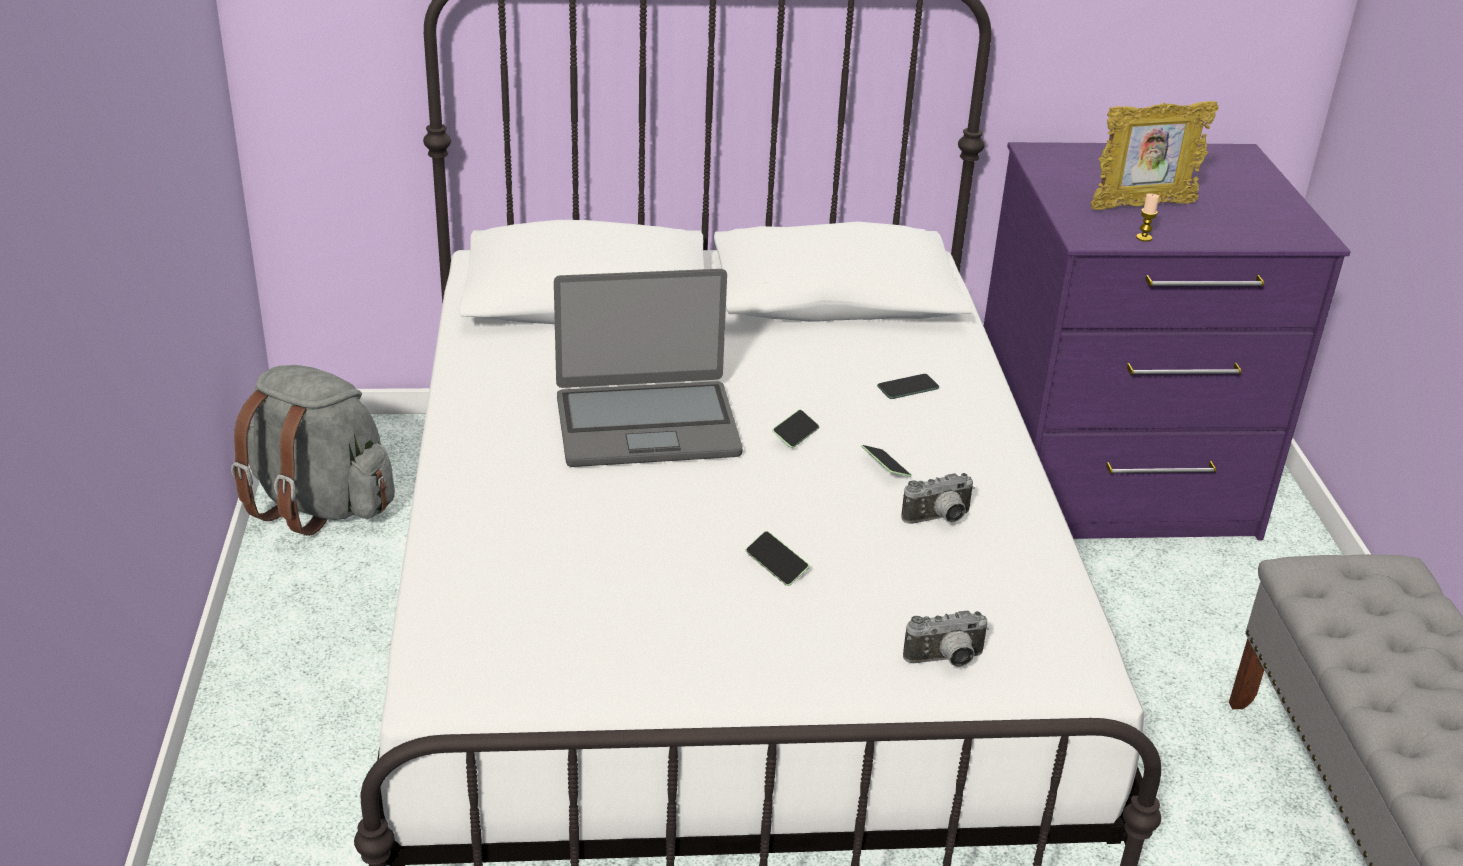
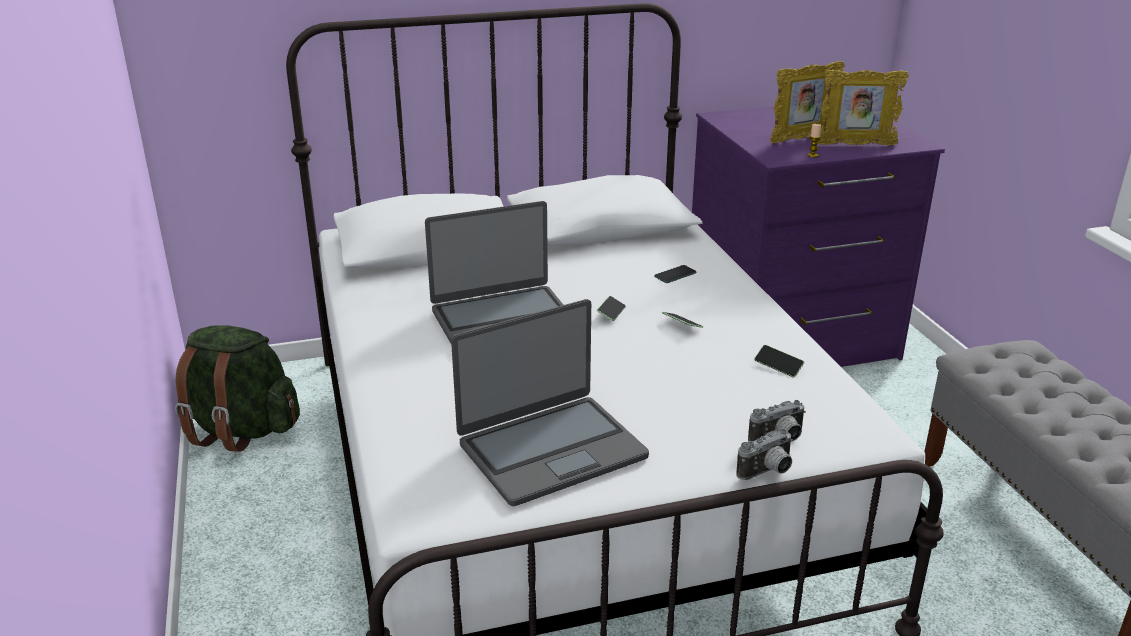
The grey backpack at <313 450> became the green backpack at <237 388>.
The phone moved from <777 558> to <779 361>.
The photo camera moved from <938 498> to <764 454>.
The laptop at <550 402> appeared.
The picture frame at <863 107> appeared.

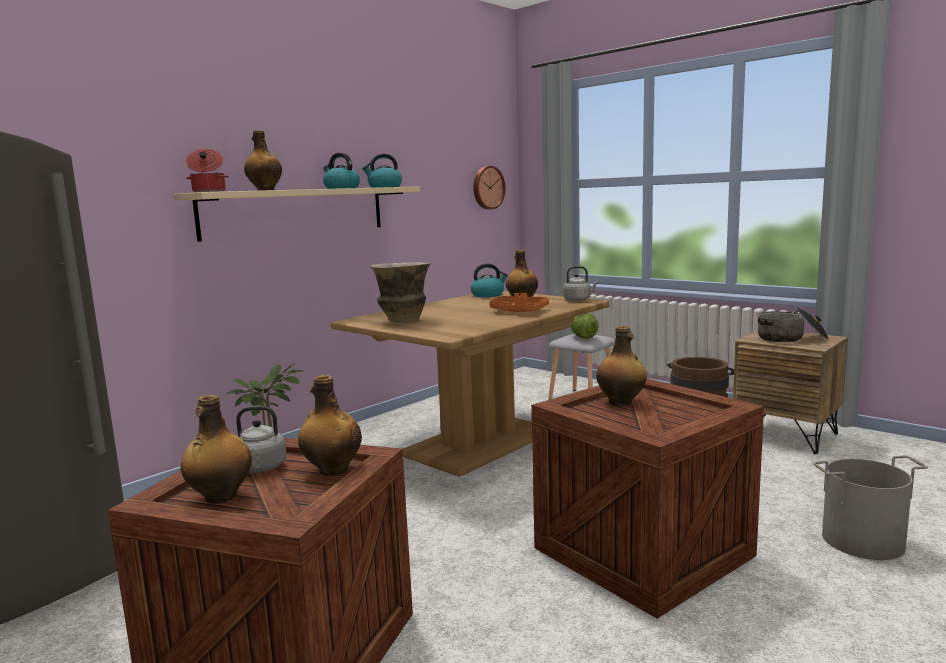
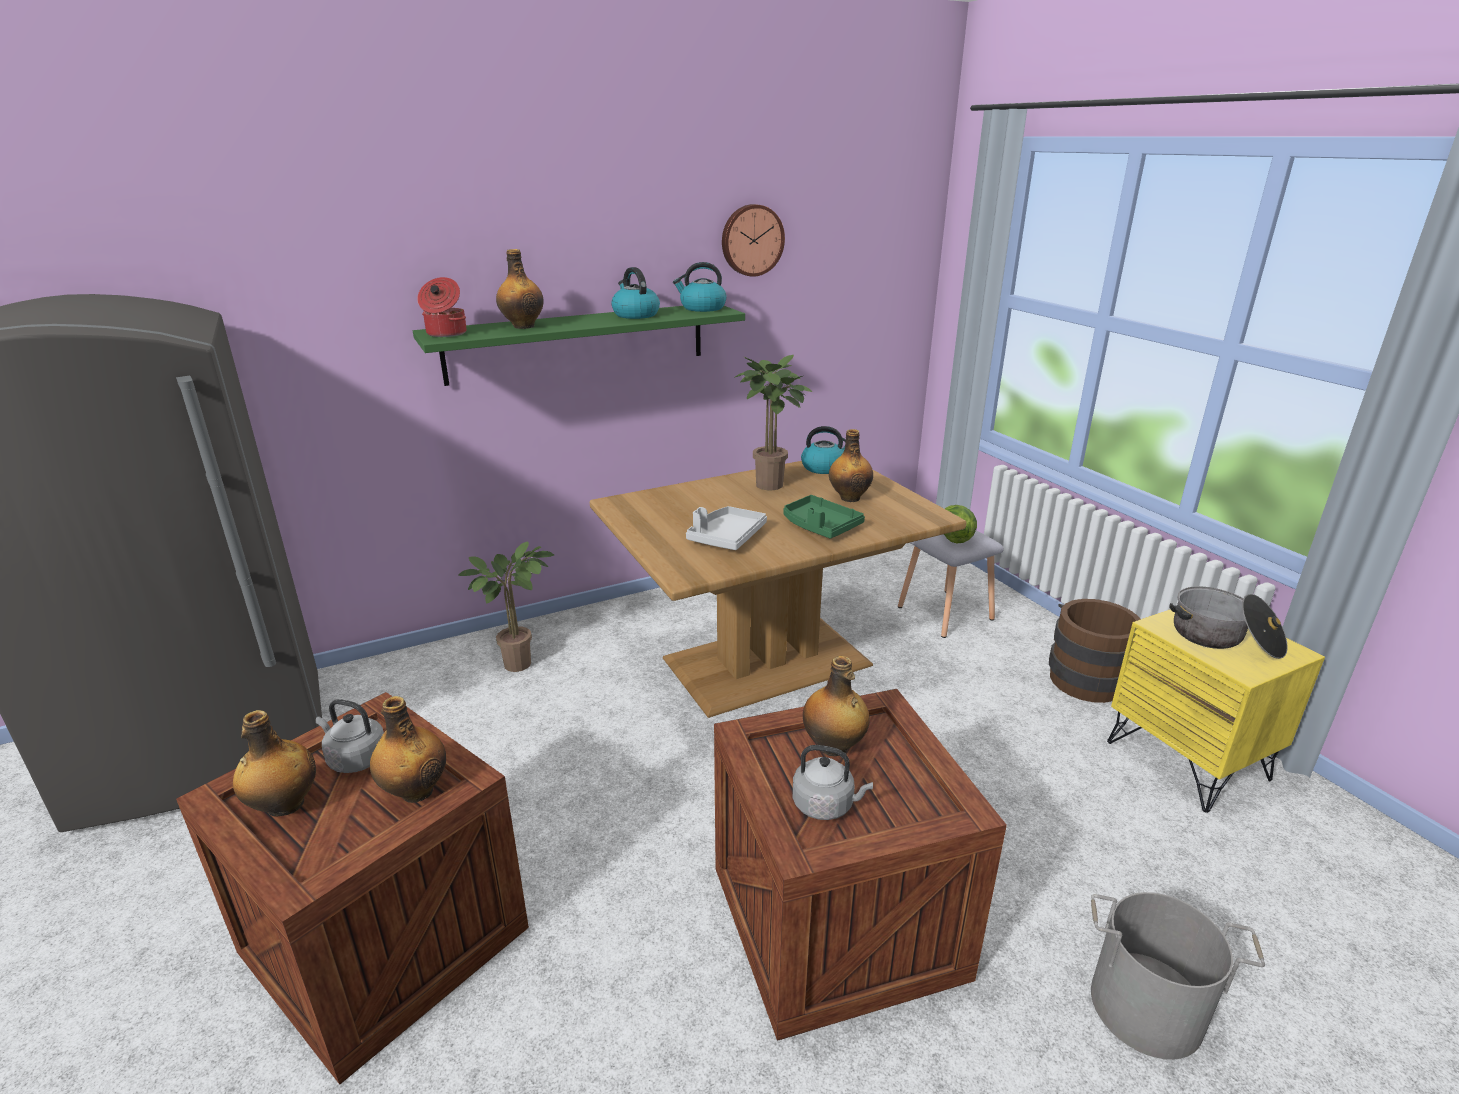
The beige shelf at <297 214> became the green shelf at <579 346>.
The vase at <400 292> disappeared.
The wall clock moved from <489 188> to <753 240>.
The orange tray at <519 302> became the green tray at <824 517>.
The grey kettle moved from <581 283> to <832 782>.
The brown nightstand at <790 392> became the yellow nightstand at <1216 711>.
The grey tray at <726 528> appeared.
The potted plant at <773 422> appeared.

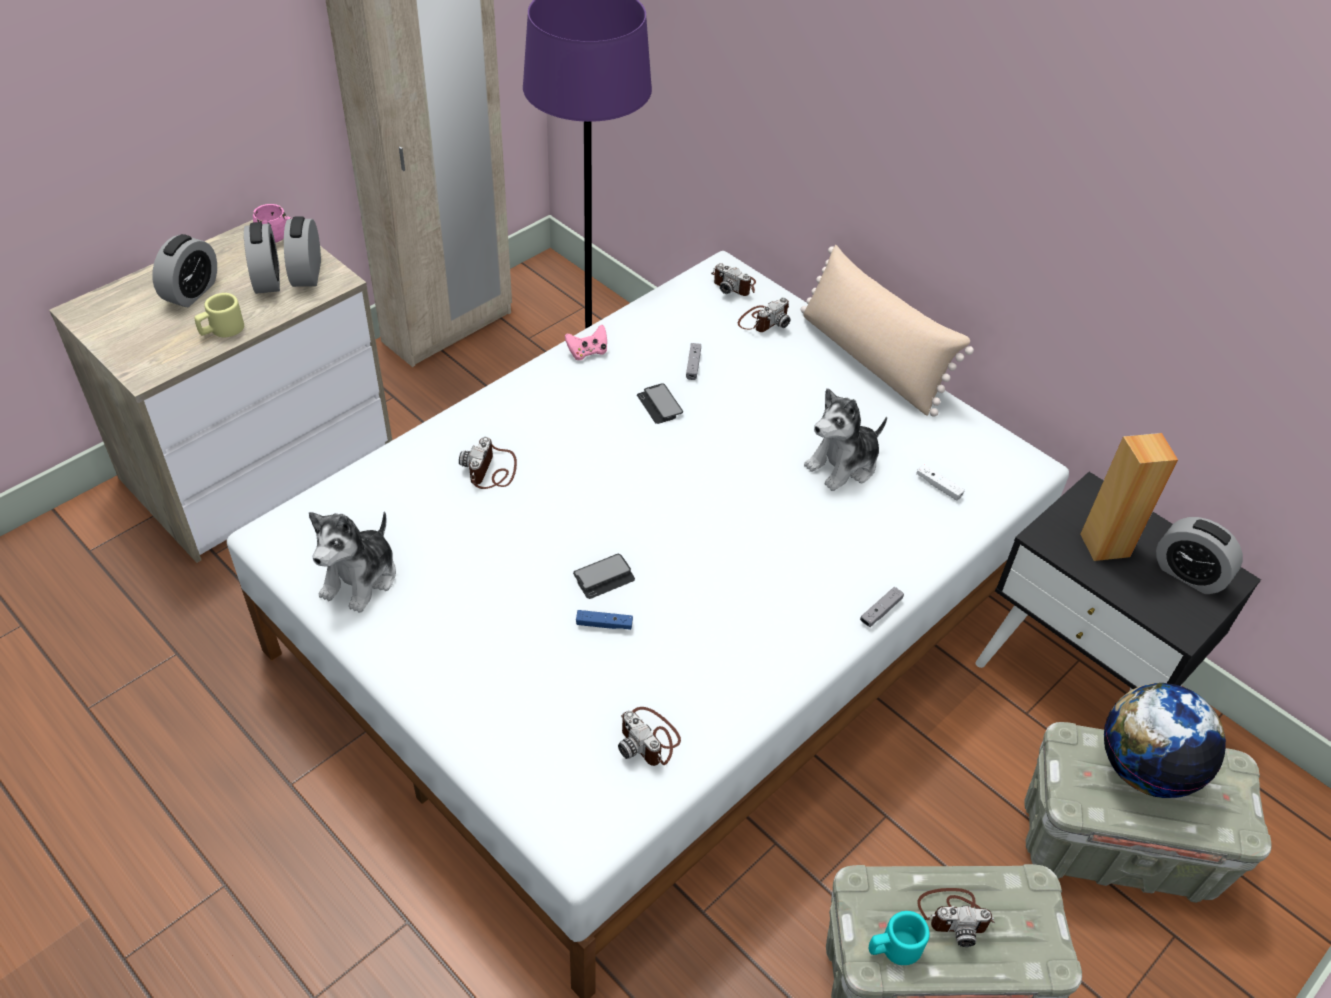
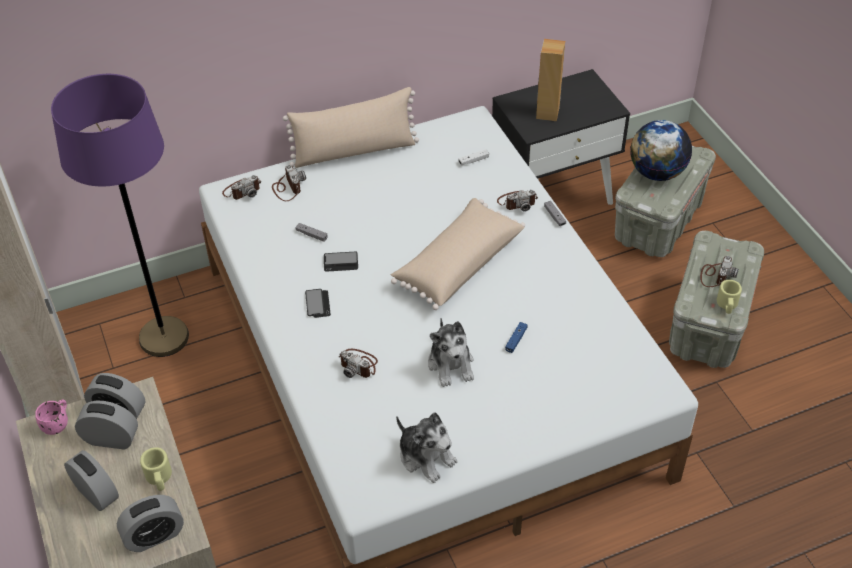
The pink game controller at <586 342> disappeared.
The phone moved from <604 576> to <318 303>.
The photo camera moved from <649 736> to <517 201>.
The plush toy moved from <845 439> to <451 352>.
The turquoise mug at <899 938> became the beige mug at <729 297>.
The alarm clock moved from <1199 555> to <150 523>.
The beige pillow at <458 254> appeared.

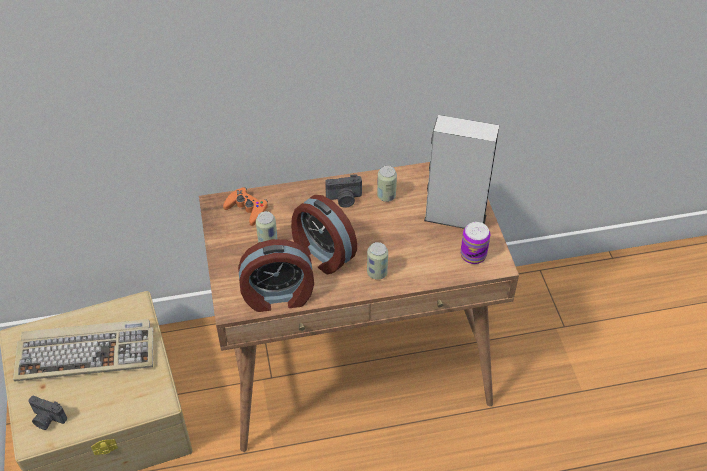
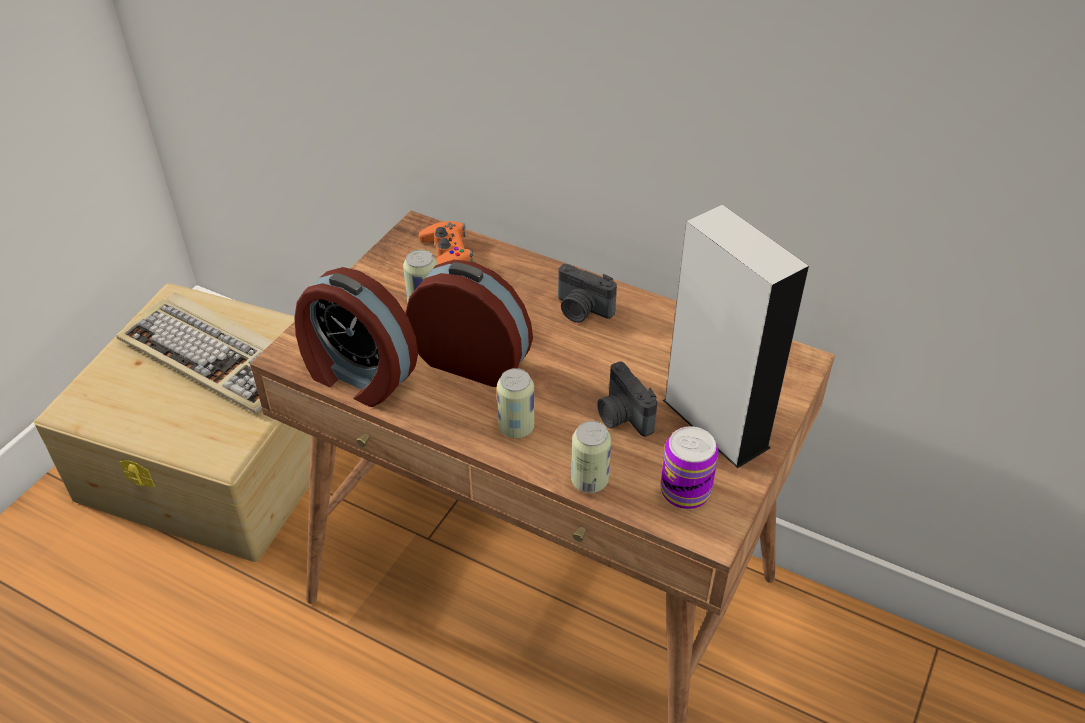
The photo camera moved from <47 413> to <627 399>.
The alarm clock at <324 234> turned 120 degrees clockwise.
The can moved from <387 184> to <591 457>.

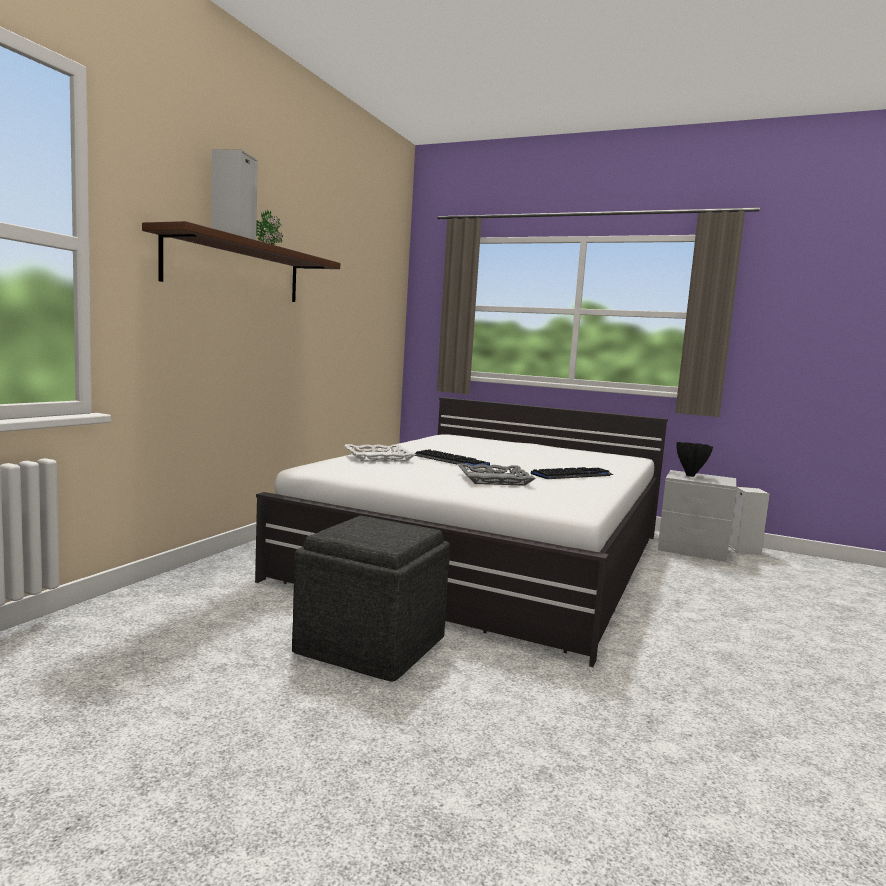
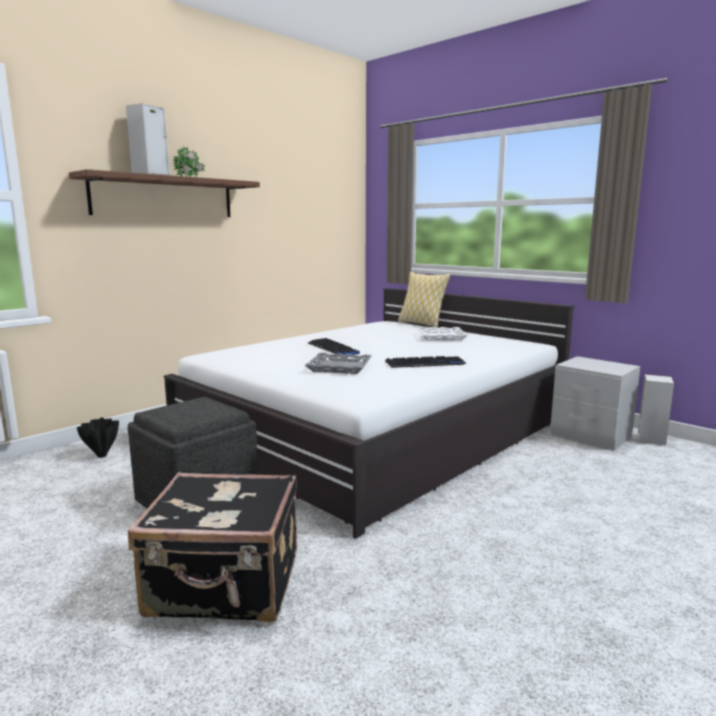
The white tray moved from <380 453> to <442 334>.
The black vase moved from <695 459> to <98 437>.
The black suitcase at <212 547> appeared.
The pillow at <424 299> appeared.

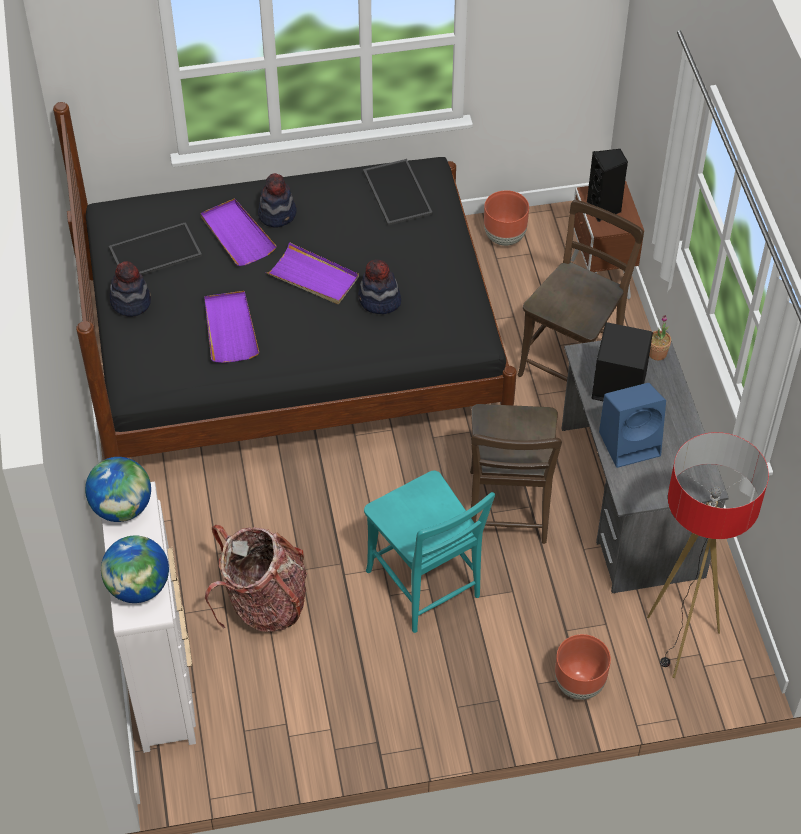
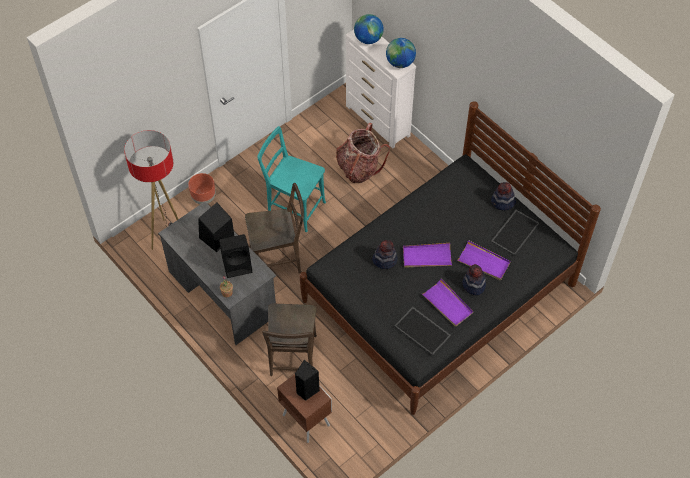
The purple tray moved from <231 327> to <447 302>.
The brown chair at <516 474> turned 105 degrees clockwise.
The brown planter at <506 218> disappeared.
The blue speaker at <632 425> became the black speaker at <216 227>.

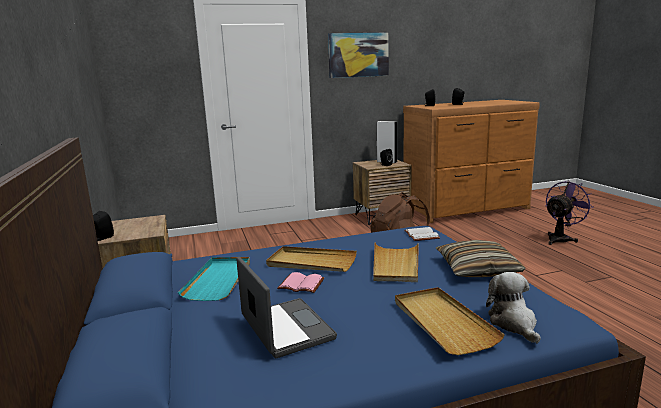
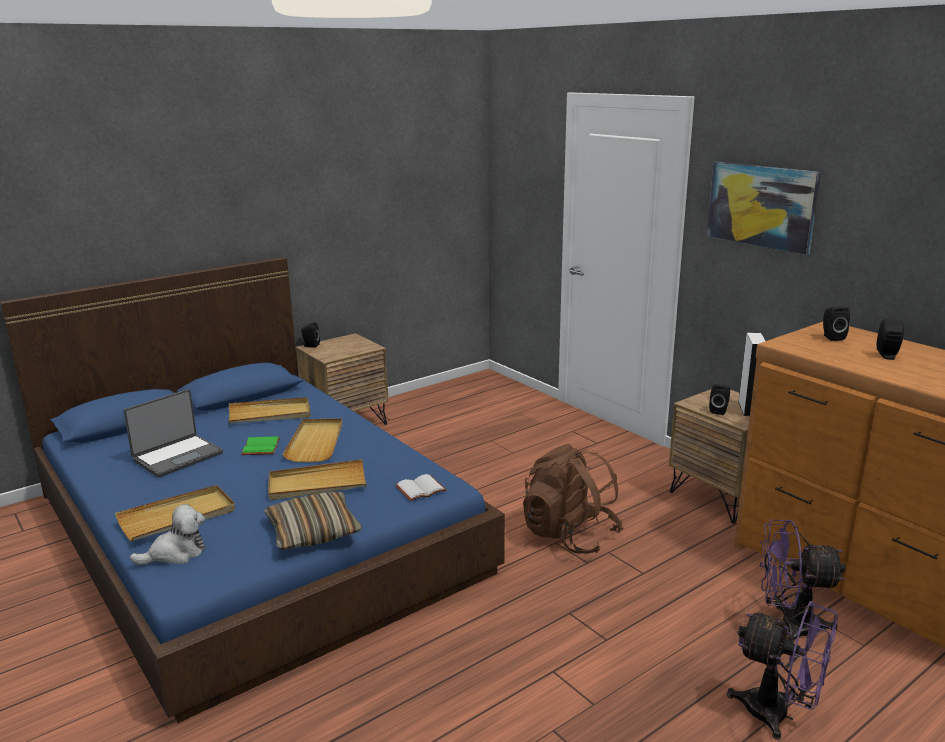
The turquoise tray at <214 279> became the beige tray at <269 410>.
The pink book at <300 282> became the green book at <260 445>.
The purple fan at <802 582> appeared.

